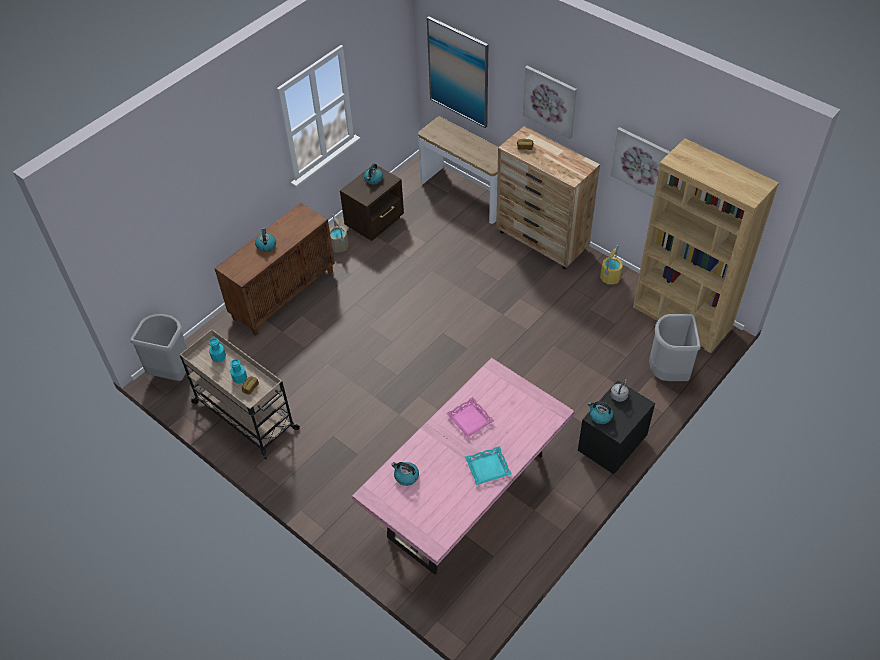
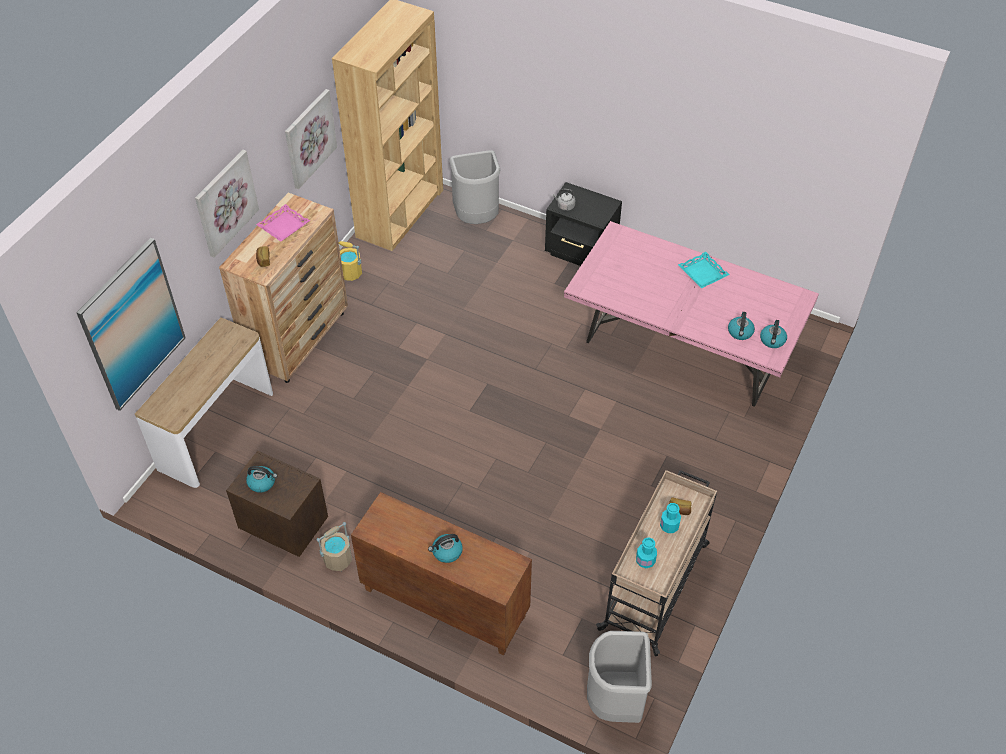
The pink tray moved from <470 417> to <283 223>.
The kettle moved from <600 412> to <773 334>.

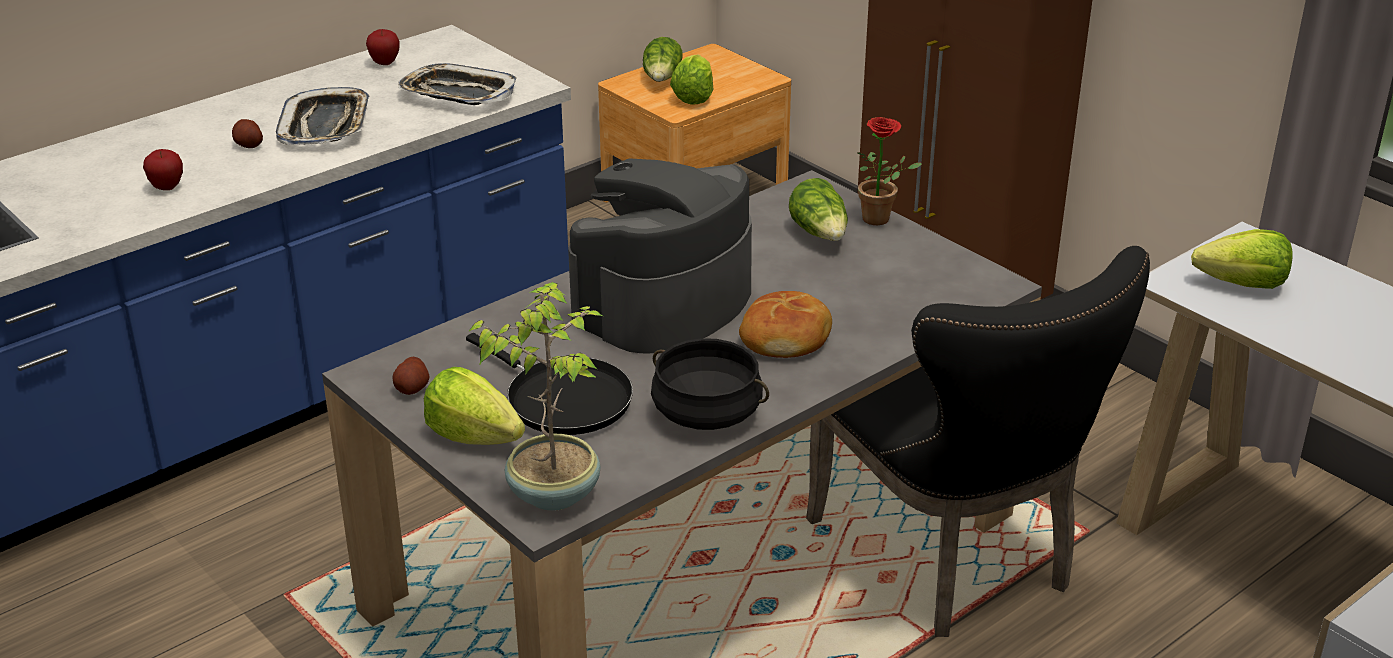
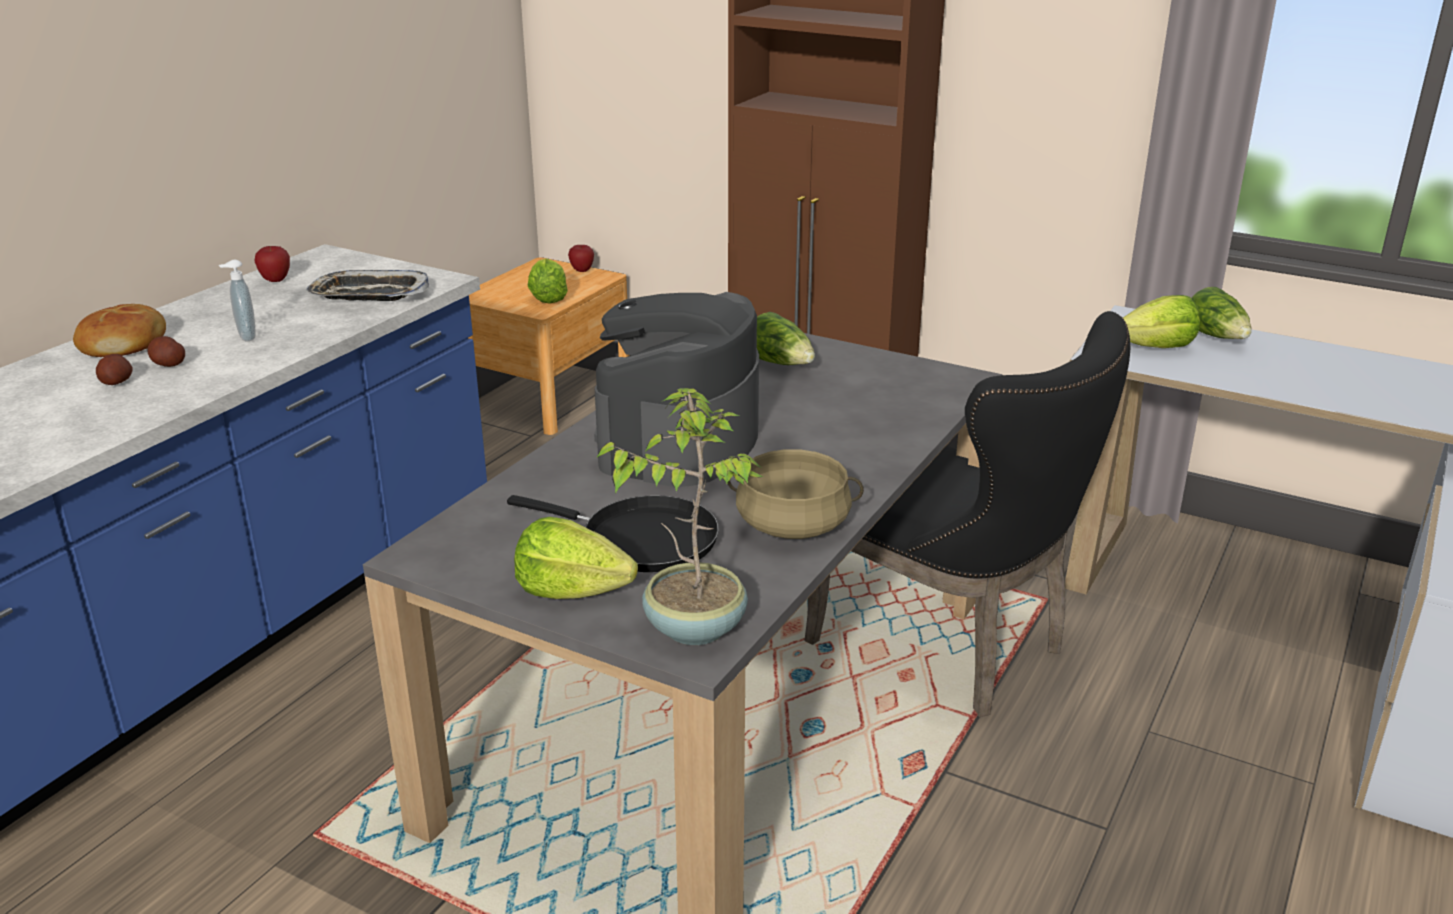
The apple moved from <163 169> to <581 258>.
The tray at <322 116> was replaced by the soap dispenser at <237 300>.
The potato moved from <411 376> to <114 369>.
The lettuce moved from <663 59> to <1221 313>.
The black cooking pot at <710 384> became the beige cooking pot at <796 494>.
The bread moved from <785 324> to <119 330>.
The potted plant at <889 171> disappeared.

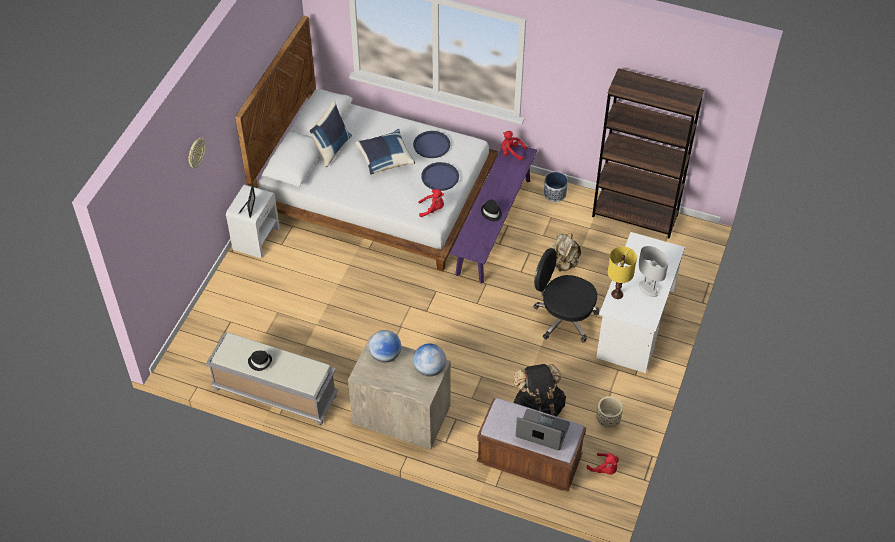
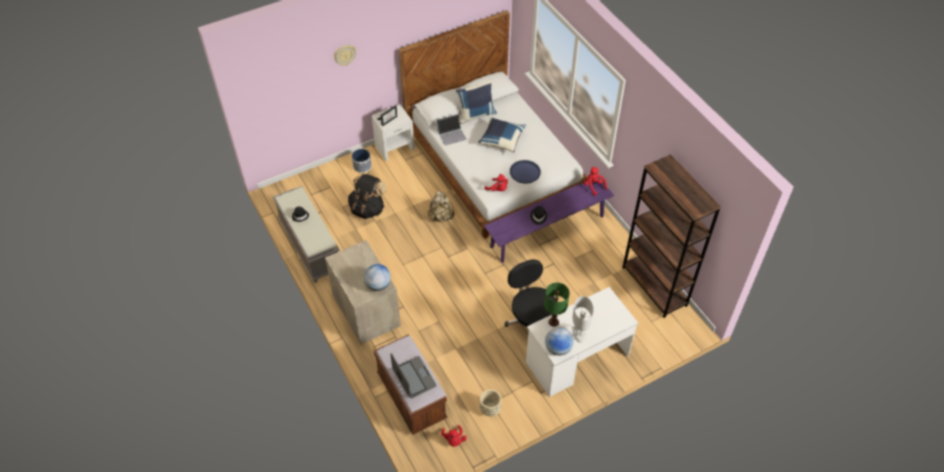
The globe moved from <385 346> to <559 341>.
The blue tray at <431 144> disappeared.
The black backpack moved from <539 390> to <367 196>.
The planter moved from <556 187> to <362 161>.
The beige backpack moved from <565 252> to <441 206>.
The yellow table lamp at <622 272> became the green table lamp at <557 305>.
The laptop at <451 130> appeared.

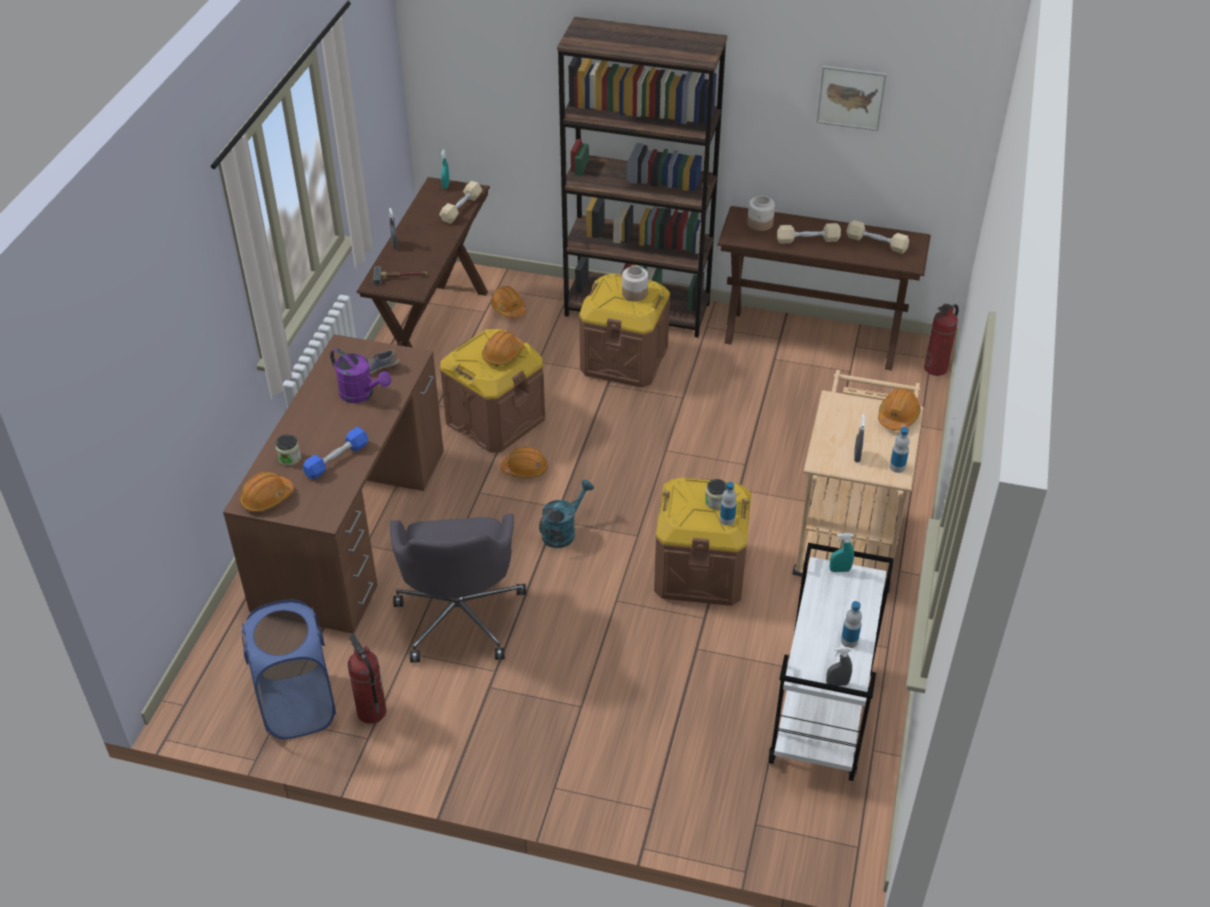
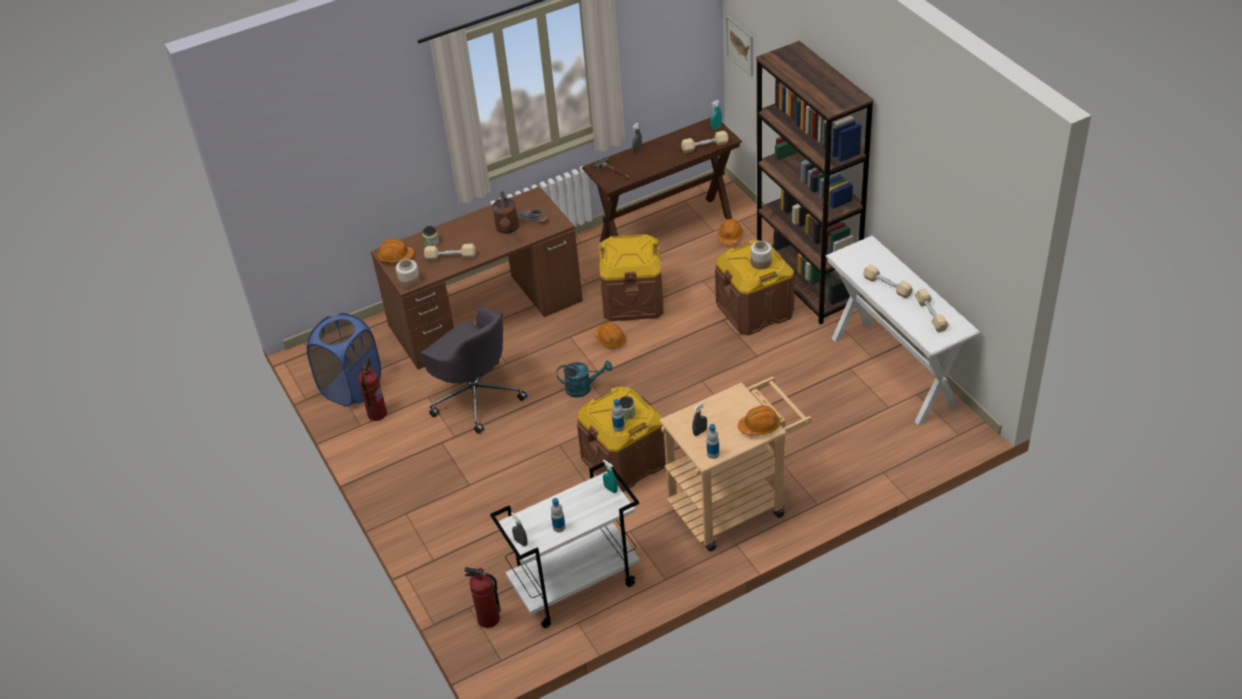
The blue dumbbell at <335 453> became the beige dumbbell at <450 252>.
The purple watering can at <360 375> became the brown watering can at <505 212>.
The grey office chair at <458 588> turned 90 degrees counterclockwise.
The orange hard hat at <503 348> disappeared.
The brown console table at <824 288> became the white console table at <902 330>.
The jar moved from <761 213> to <408 274>.
The picture moved from <851 98> to <739 46>.
The fire extinguisher moved from <941 340> to <482 597>.

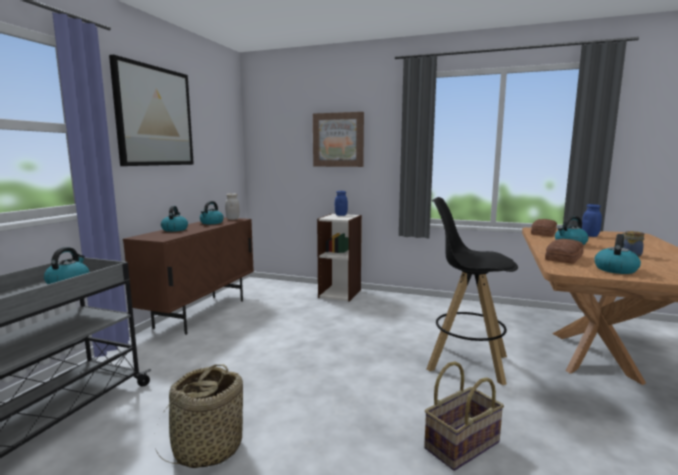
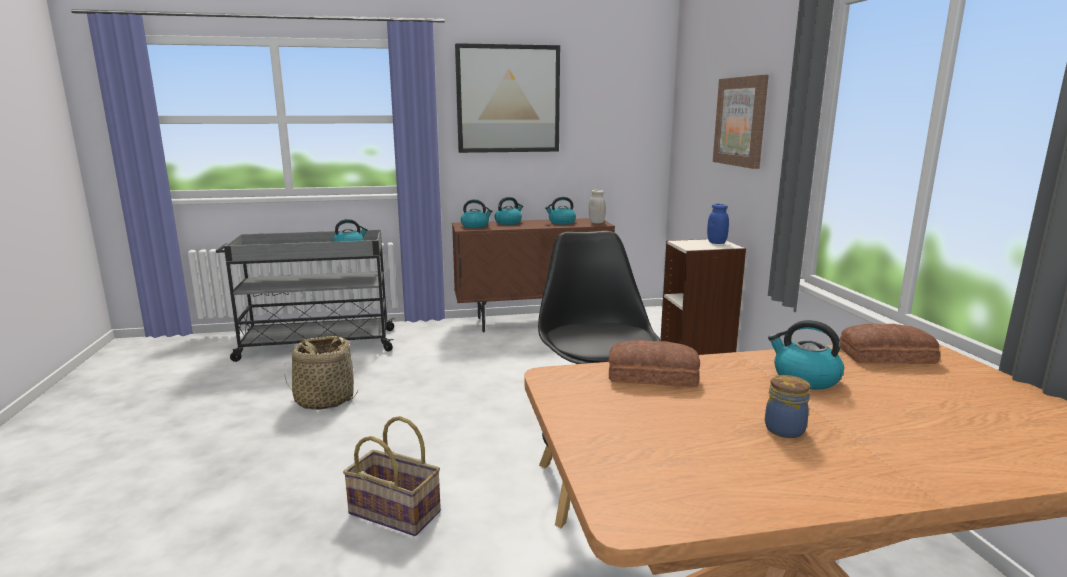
The blue jar at <592 220> disappeared.
The kettle moved from <617 254> to <477 213>.

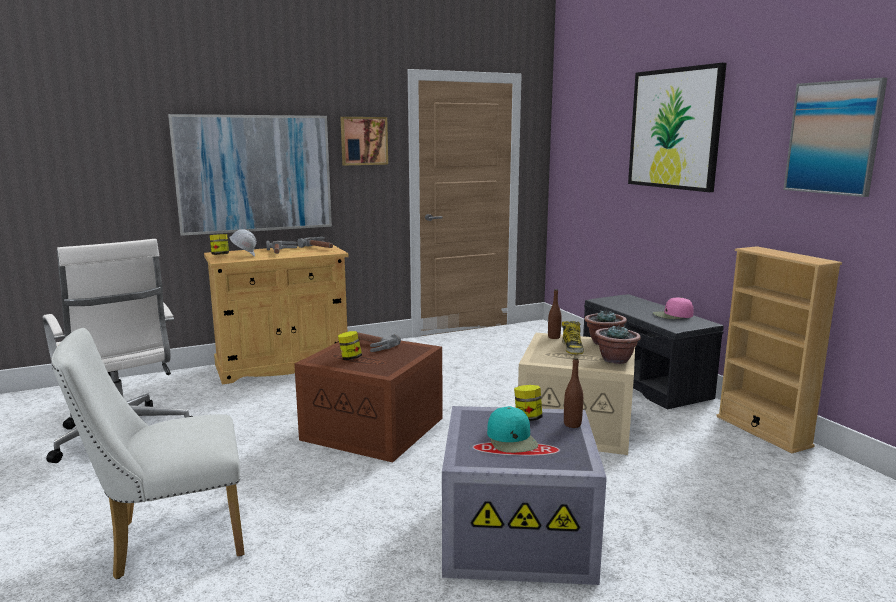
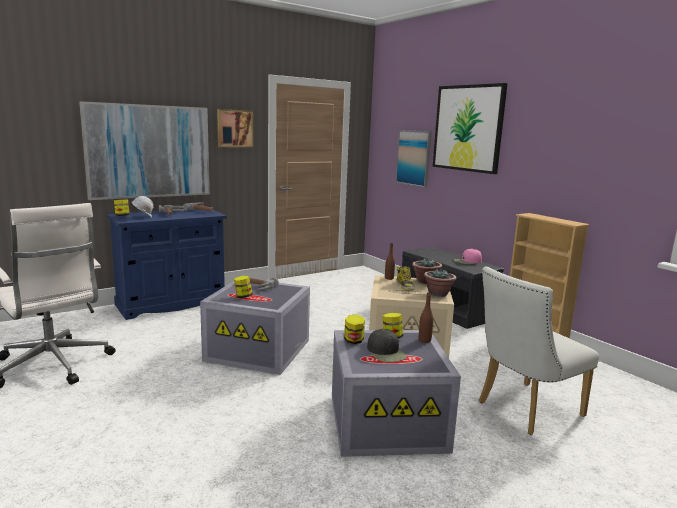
The white chair moved from <148 453> to <539 350>.
The beige cabinet at <276 314> became the blue cabinet at <167 264>.
The brown storage box at <368 400> became the grey storage box at <255 328>.
The turquoise cap at <512 429> became the black cap at <387 345>.
The picture moved from <835 137> to <414 158>.
The jar at <354 329> appeared.

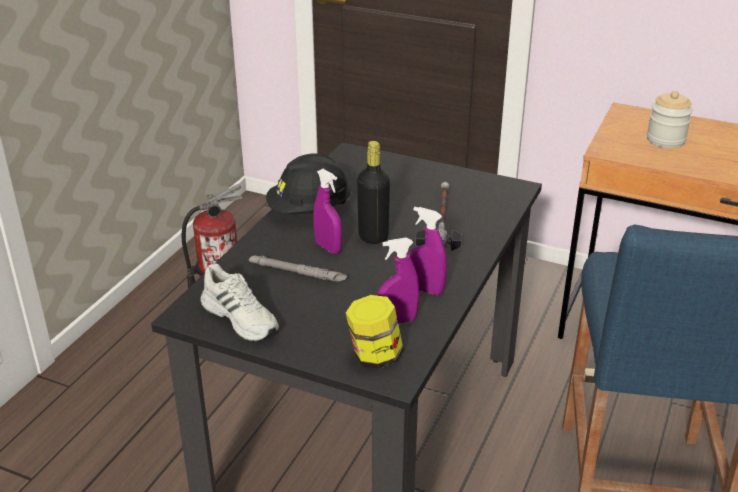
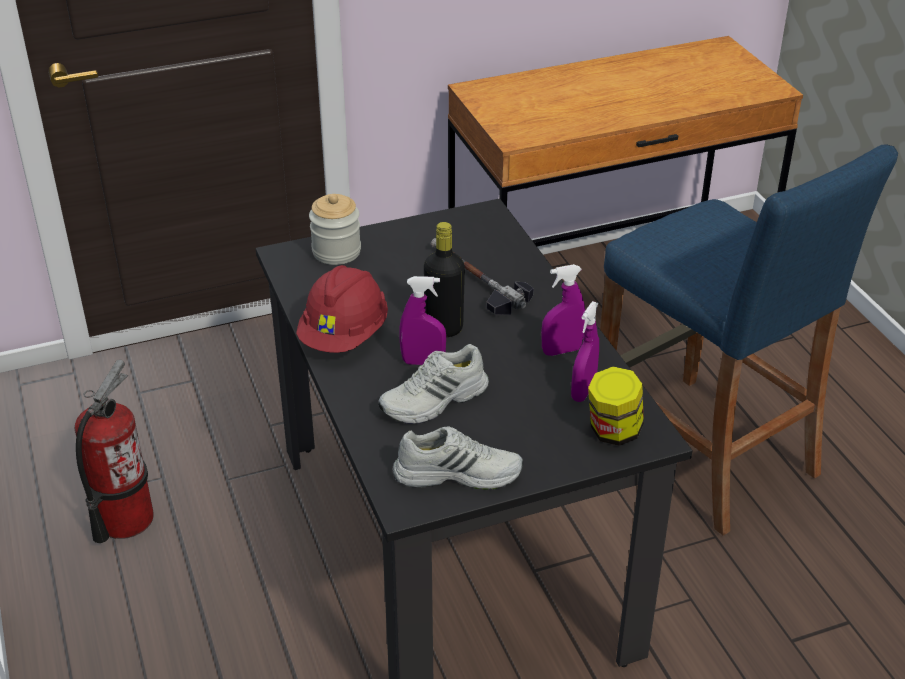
The grey flashlight at <298 268> was replaced by the white shoe at <433 384>.
The black hard hat at <309 183> became the red hard hat at <342 309>.
The jar moved from <670 119> to <335 229>.

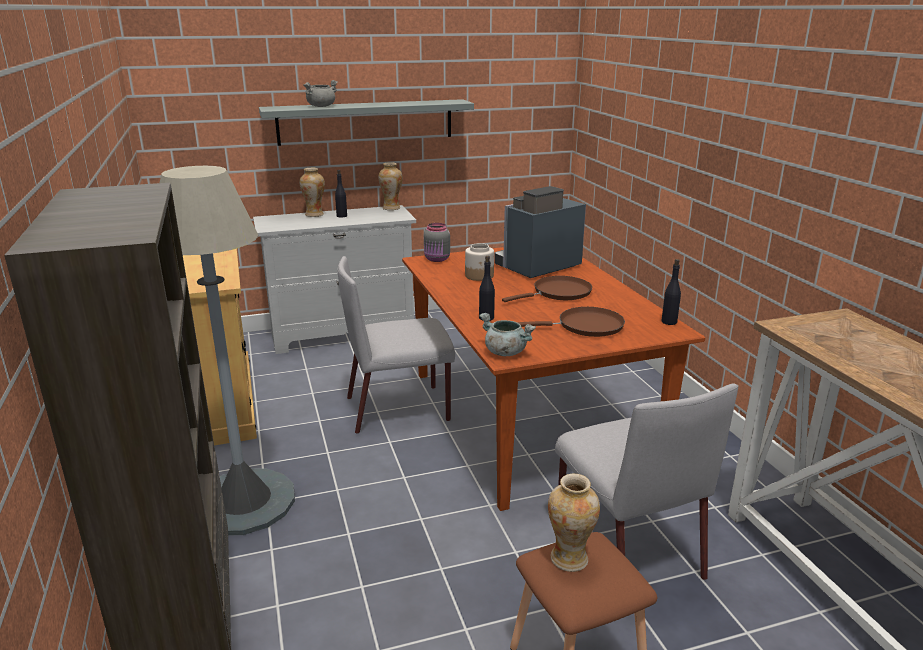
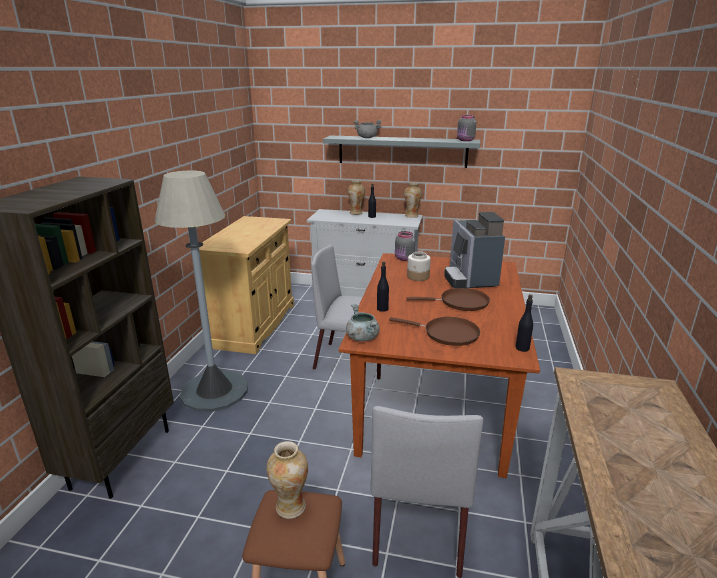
The coffee machine at <540 232> turned 90 degrees counterclockwise.
The grey jar at <466 128> appeared.

